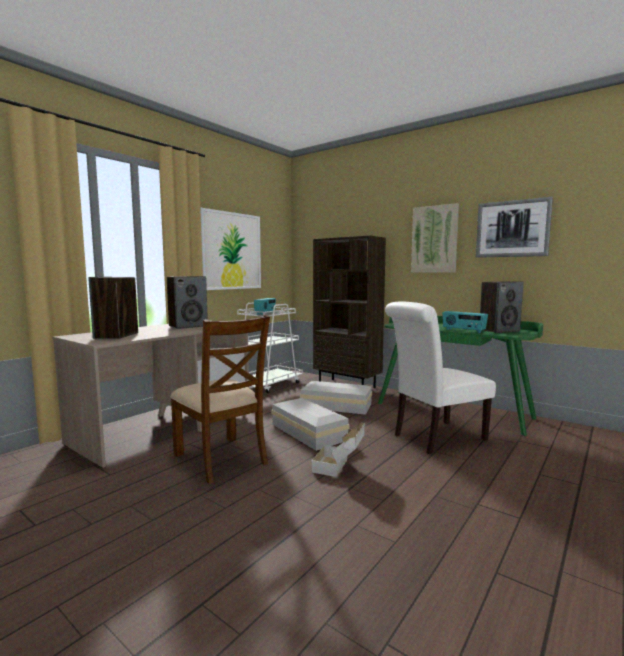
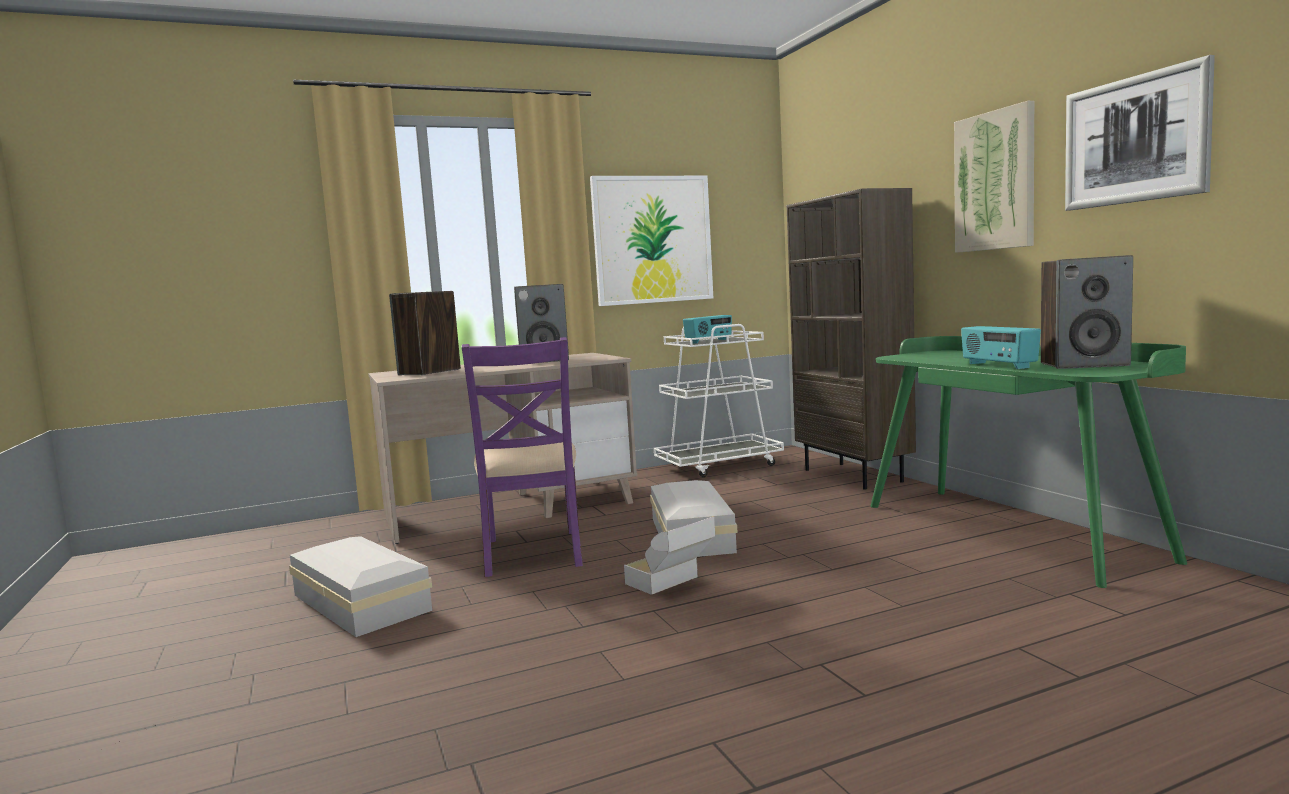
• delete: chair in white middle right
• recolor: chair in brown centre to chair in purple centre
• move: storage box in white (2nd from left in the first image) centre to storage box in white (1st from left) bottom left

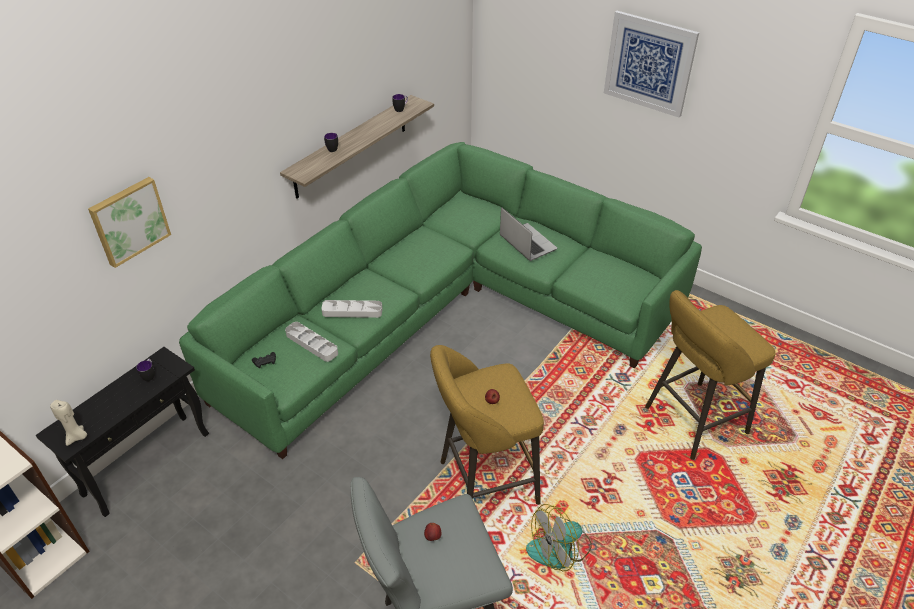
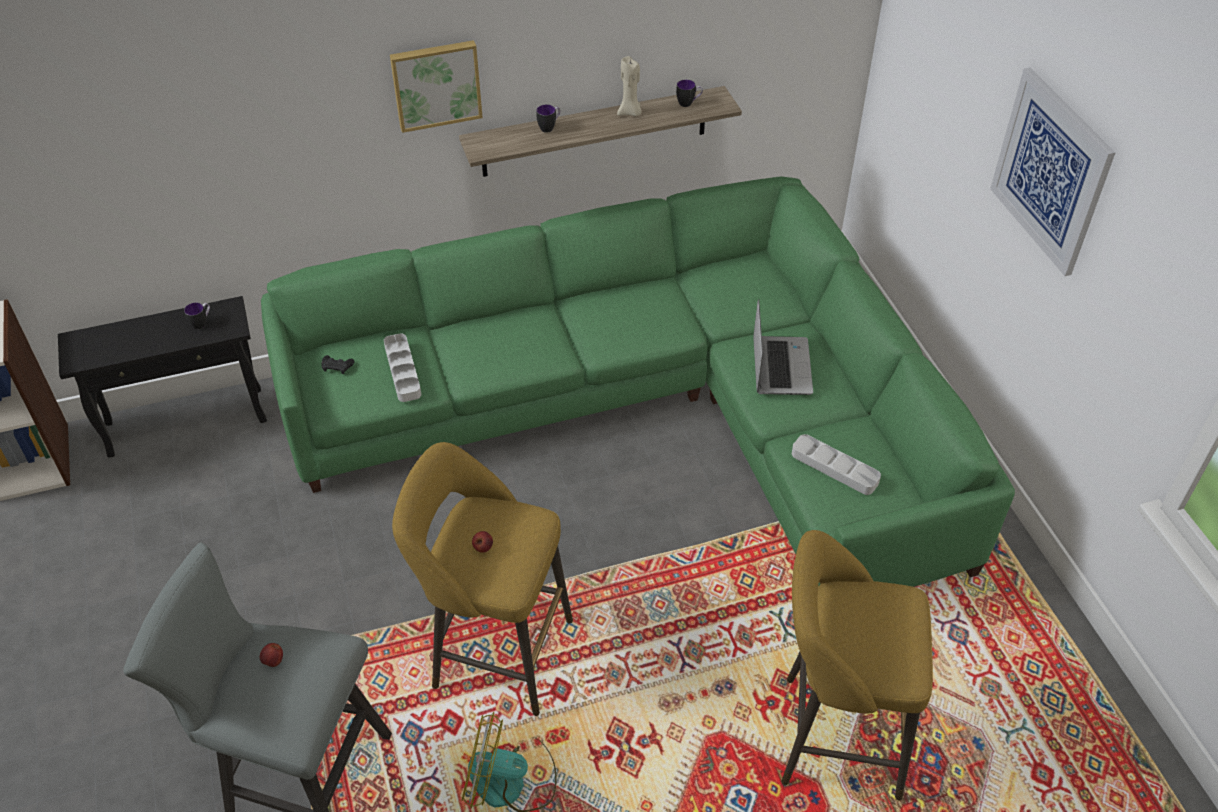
• move: picture (1st from left) middle left to top centre
• move: tray in grey (2nd from left) centre to middle right
• move: candle in beige bottom left to top centre

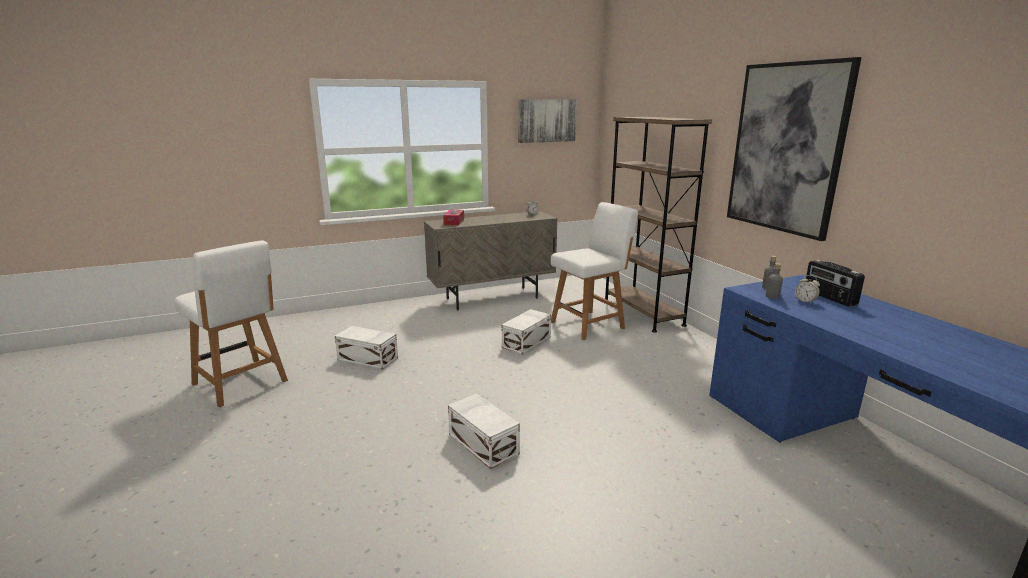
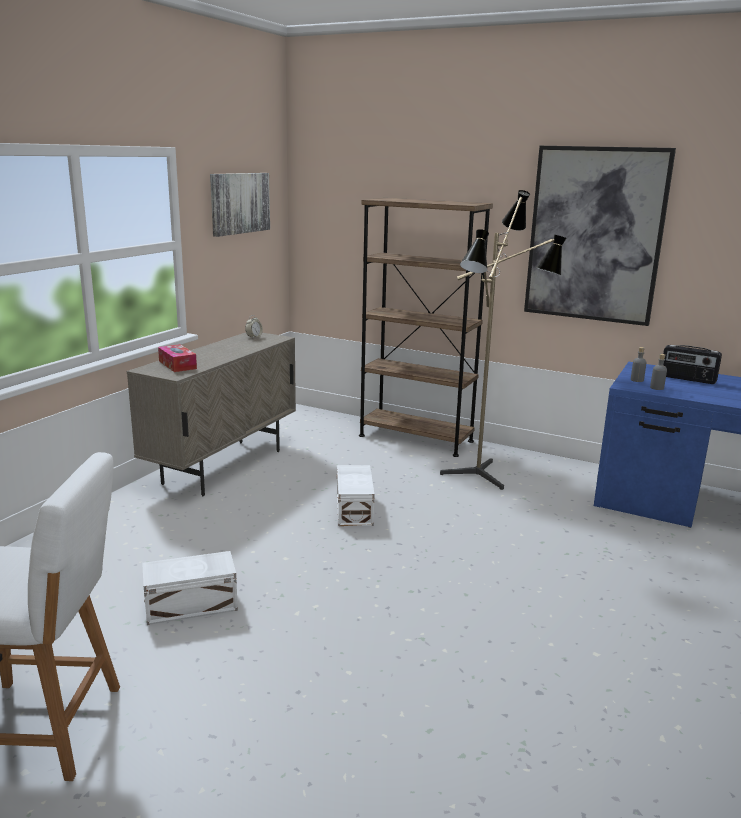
• delete: chair in white (2nd from left) centre
• delete: alarm clock (2nd from left) middle right
• delete: storage box in white (2nd from left) bottom centre
• insert: floor lamp middle right

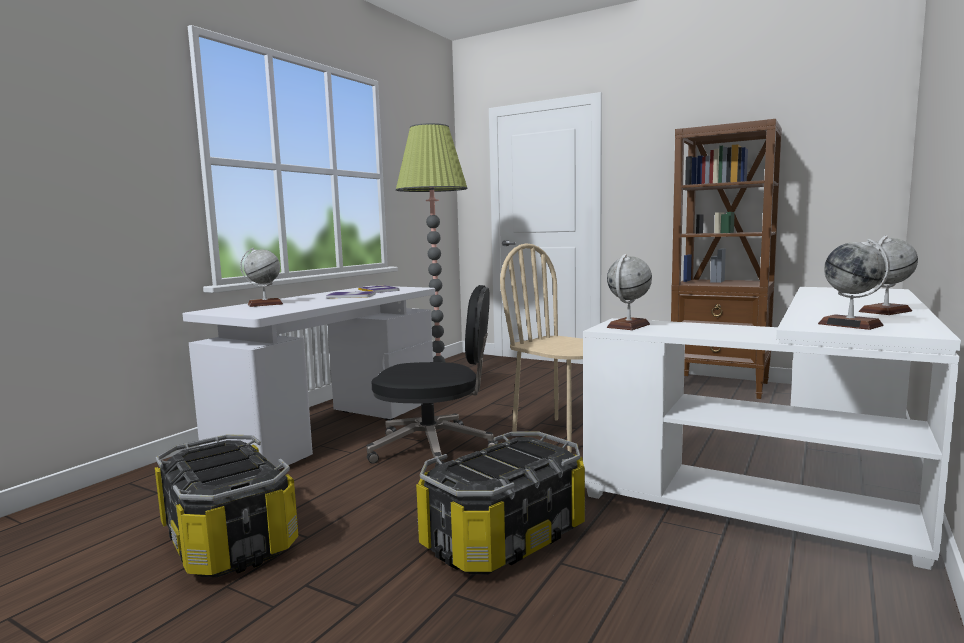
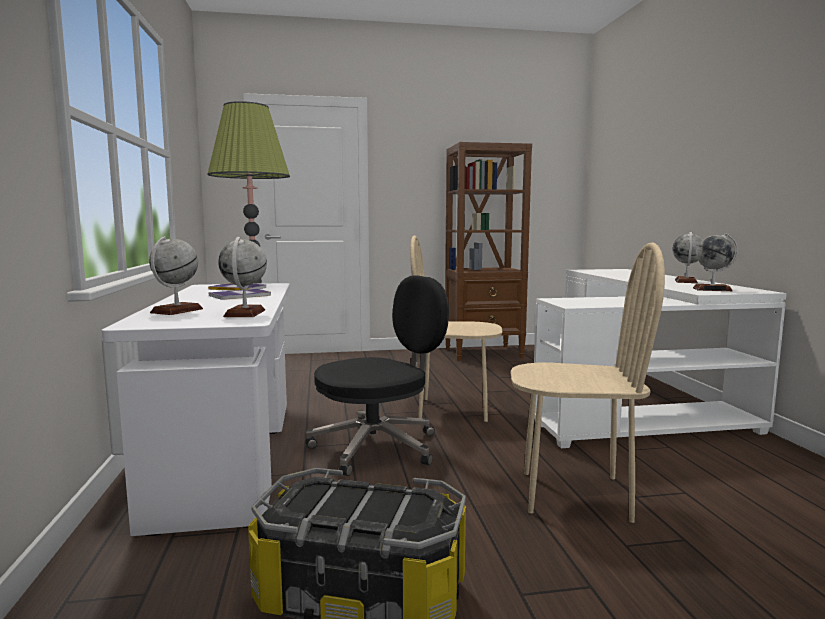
• move: globe (2nd from left) centre to middle left
• replace: storage box (2nd from left) bottom centre to chair in beige (2nd from left) middle right

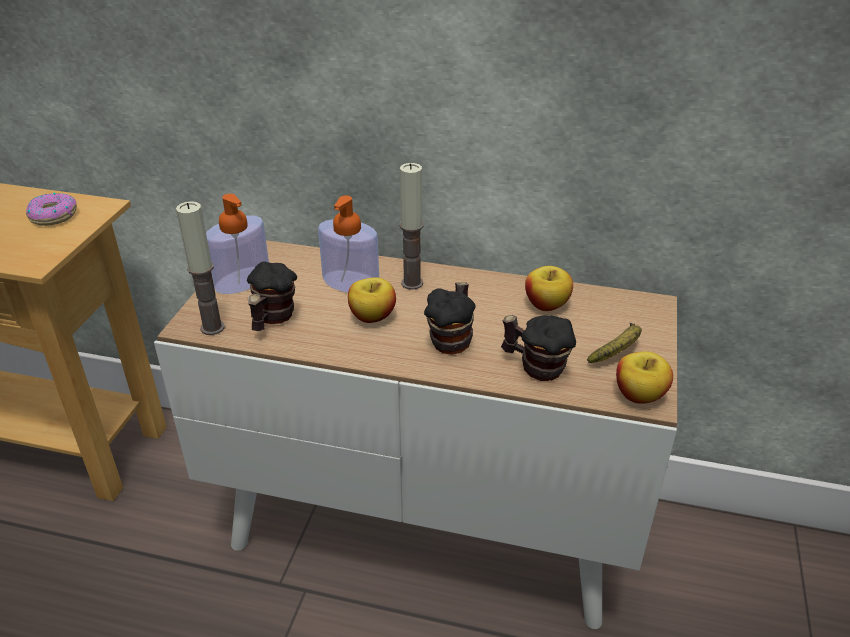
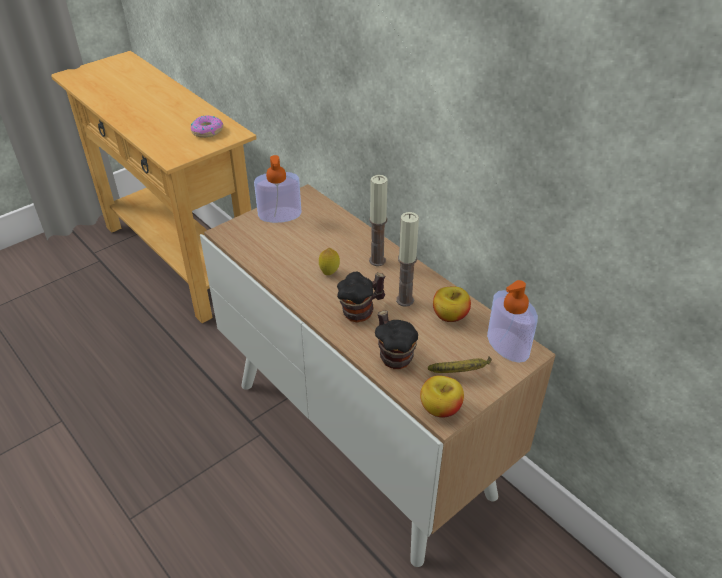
• move: soap dispenser (2nd from left) centre to middle right
• move: candle (1st from left in the first image) middle left to candle (2nd from left) centre
• delete: mug (1st from left) middle left
• replace: apple (1st from left) centre to lemon centre

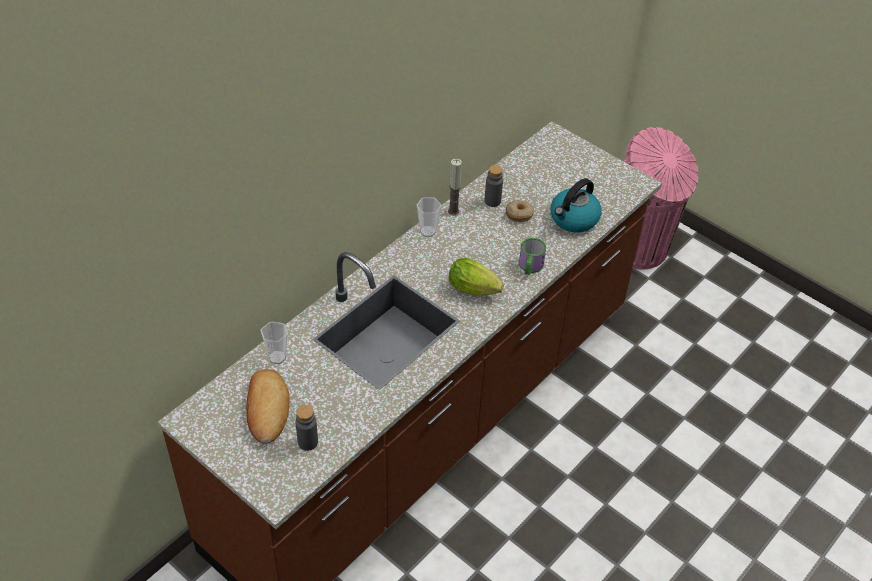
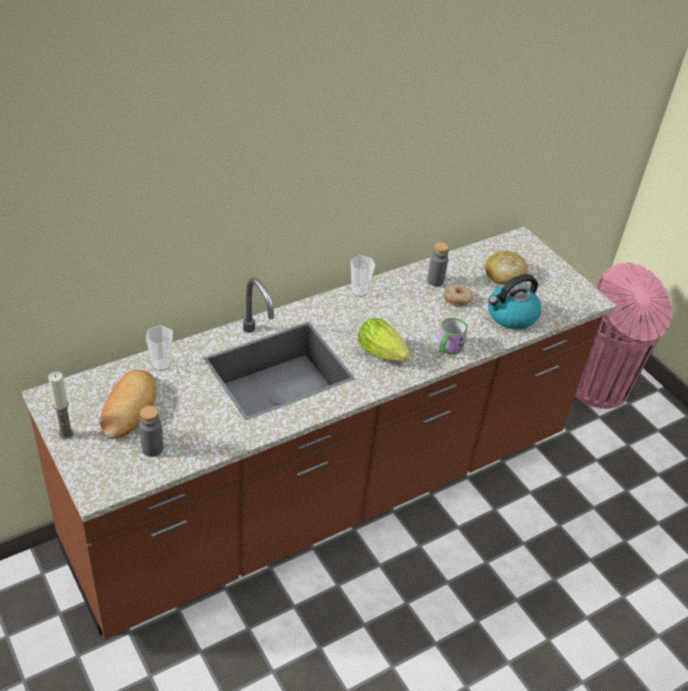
• move: candle top centre to middle left
• insert: bread (2nd from left) middle right

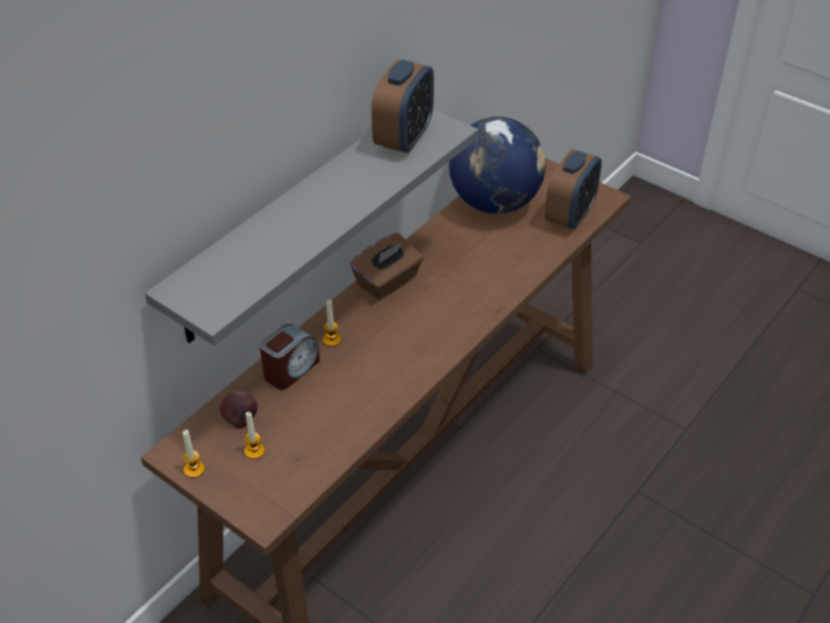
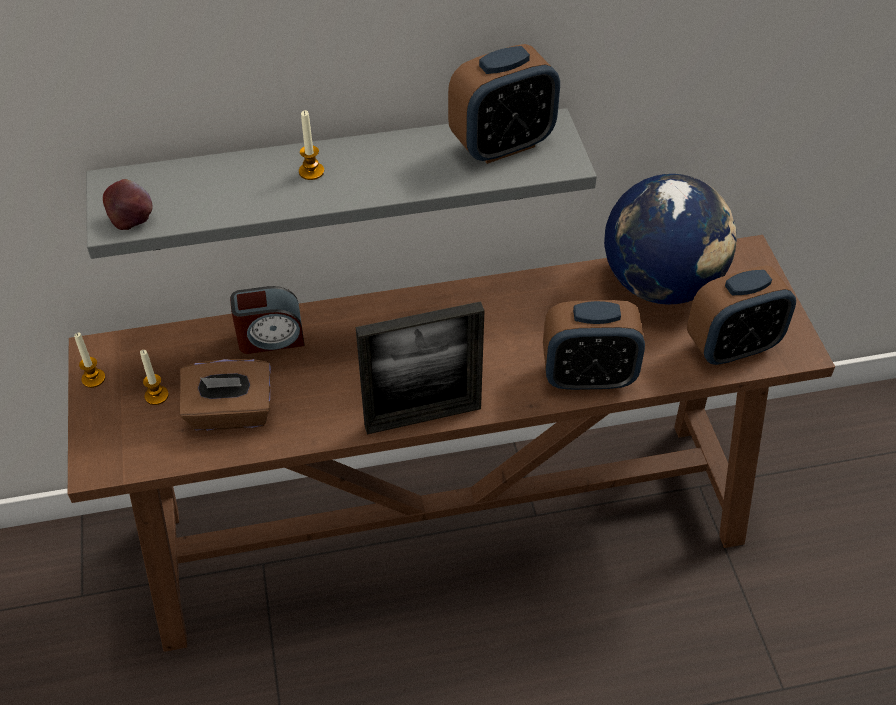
• move: tissue box in brown centre to middle left
• move: candle (3rd from left) centre to top centre
• move: apple middle left to top left
• insert: alarm clock (3rd from left) centre
• insert: picture frame centre

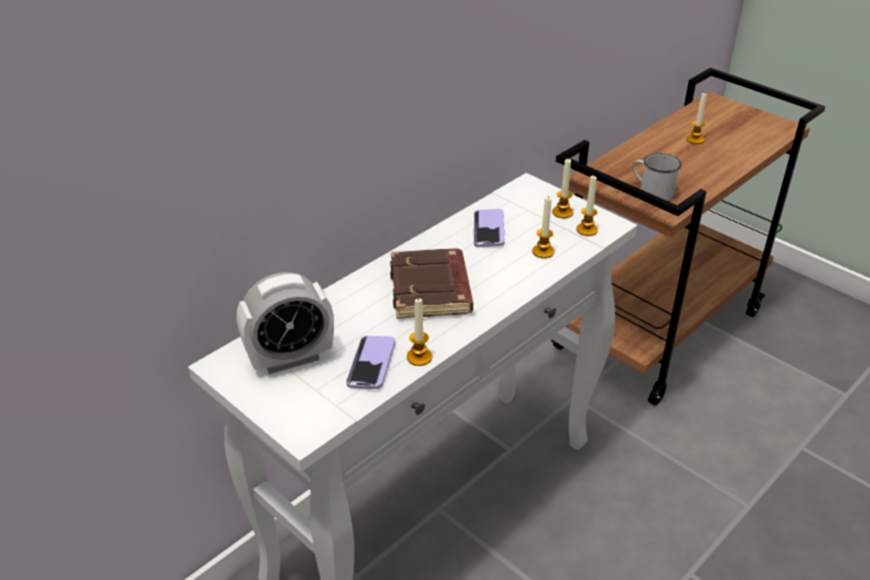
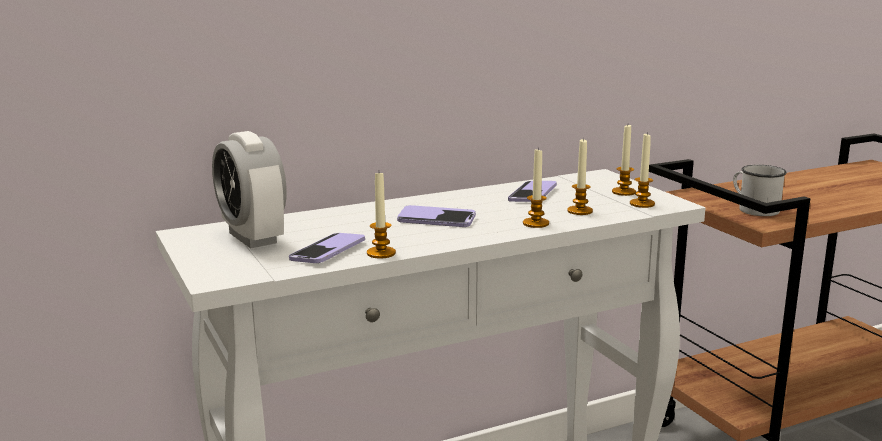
• move: candle (5th from left in the first image) top right to candle (2nd from left) centre
• replace: book in brown centre to phone (2nd from left) centre
• rotate: alarm clock middle left = middle left 60 degrees clockwise

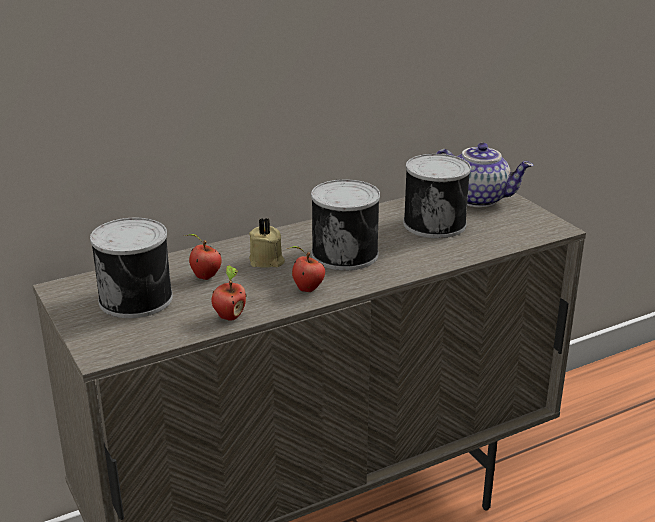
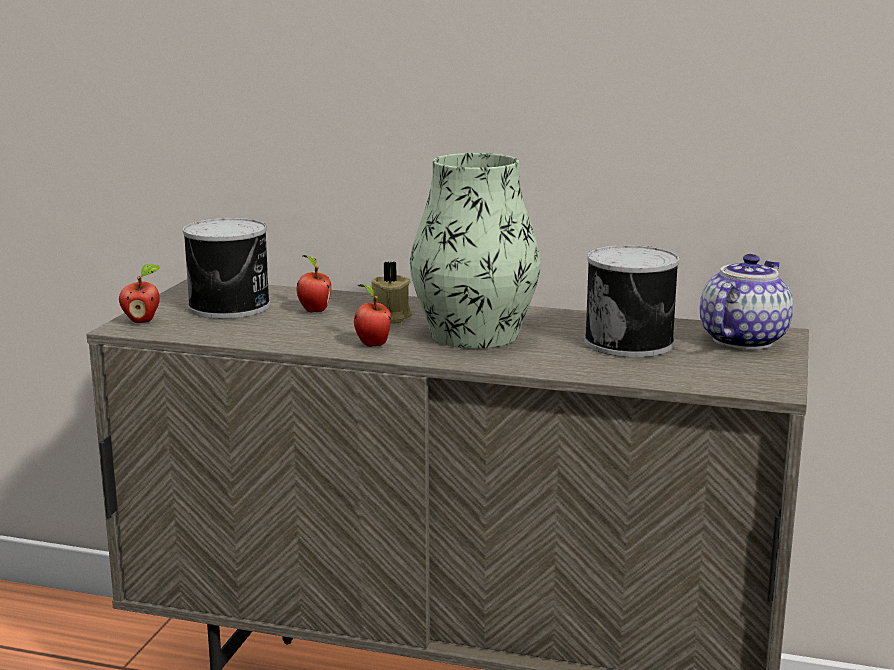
• rotate: teapot middle right = middle right 120 degrees counterclockwise
• replace: can (2nd from left) centre to vase centre
• move: apple (2nd from left in the first image) centre to apple (1st from left) middle left

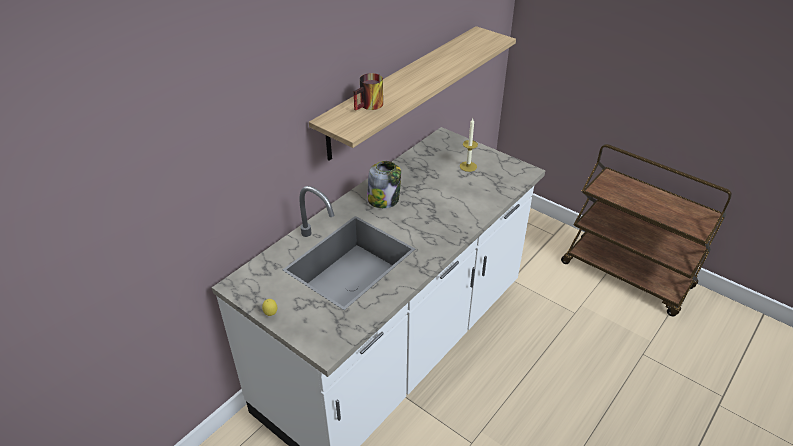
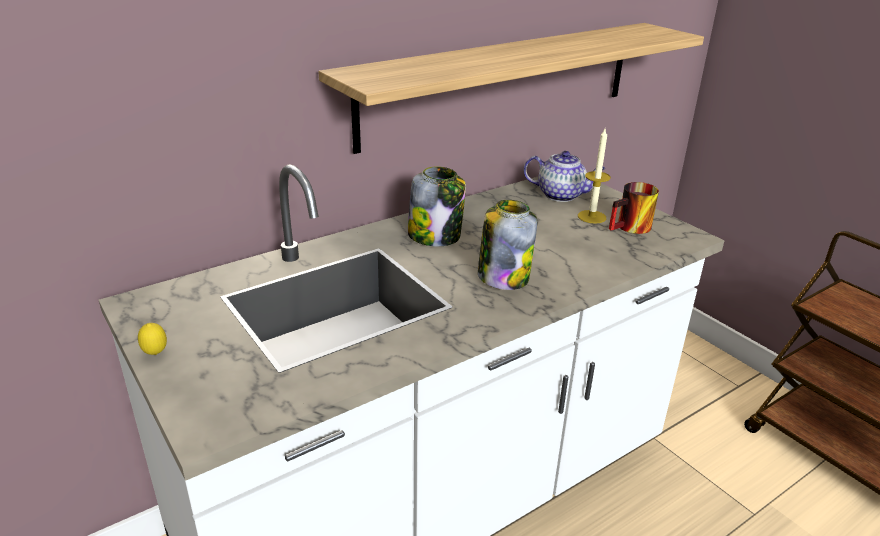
• move: mug top centre to middle right
• insert: teapot top centre
• insert: jar (2nd from left) centre

